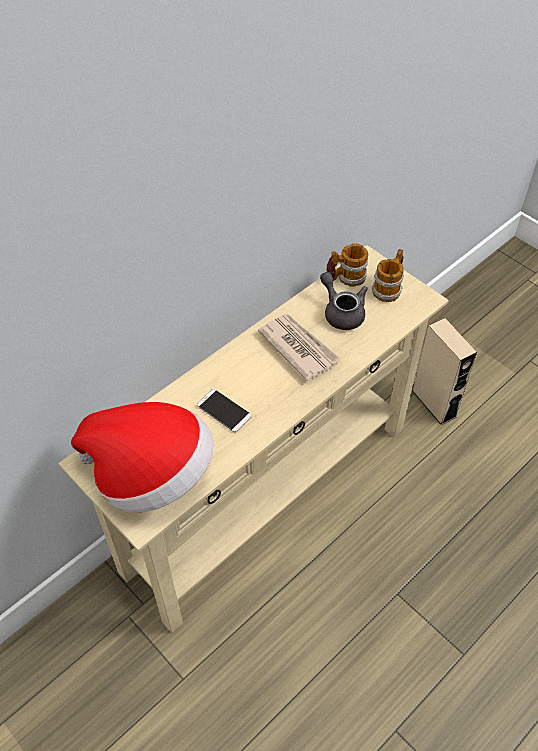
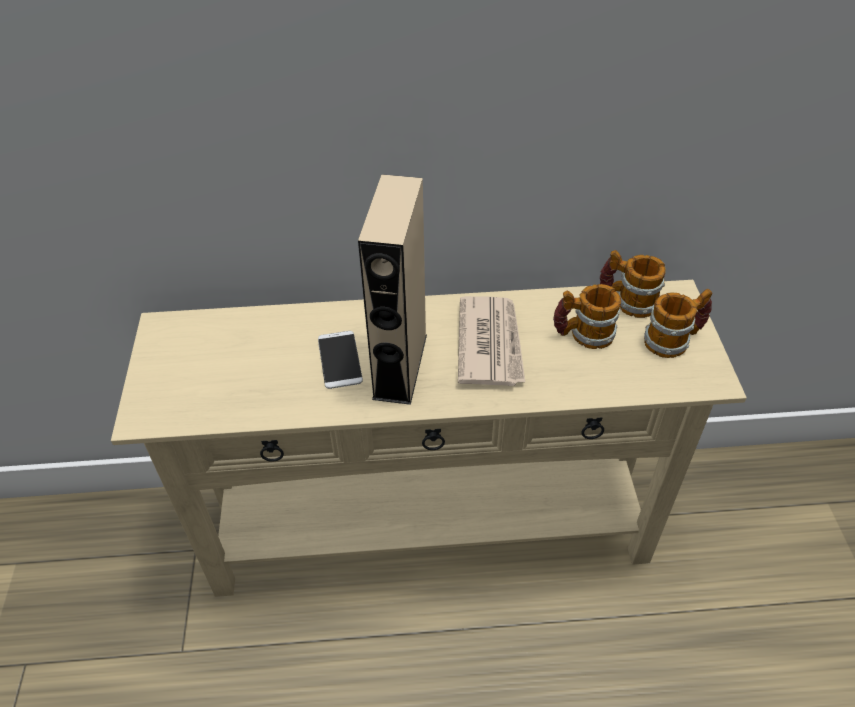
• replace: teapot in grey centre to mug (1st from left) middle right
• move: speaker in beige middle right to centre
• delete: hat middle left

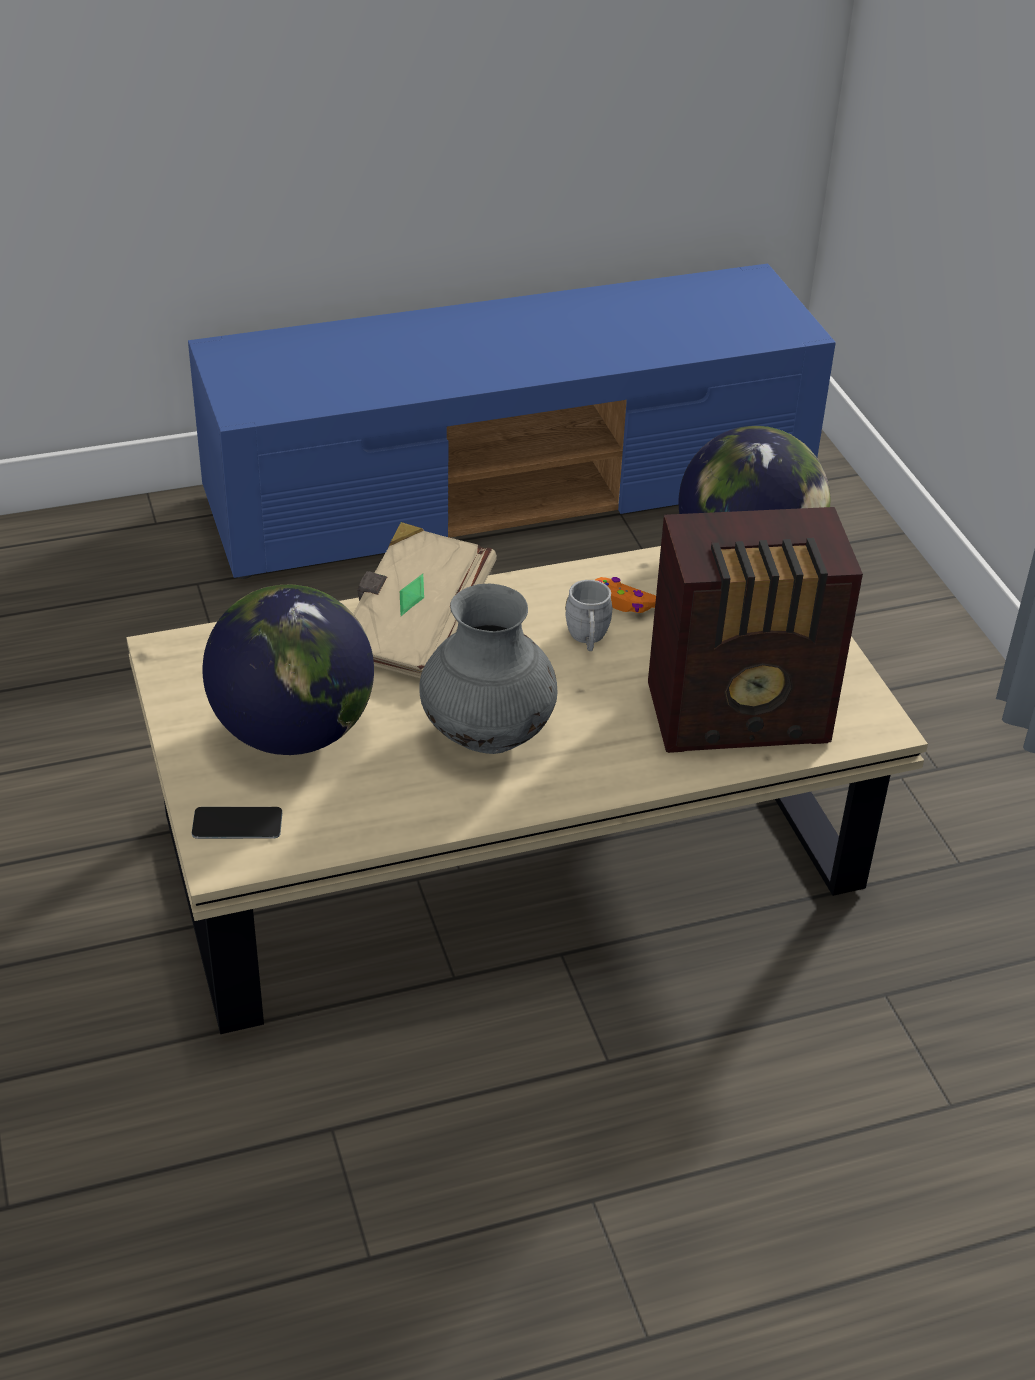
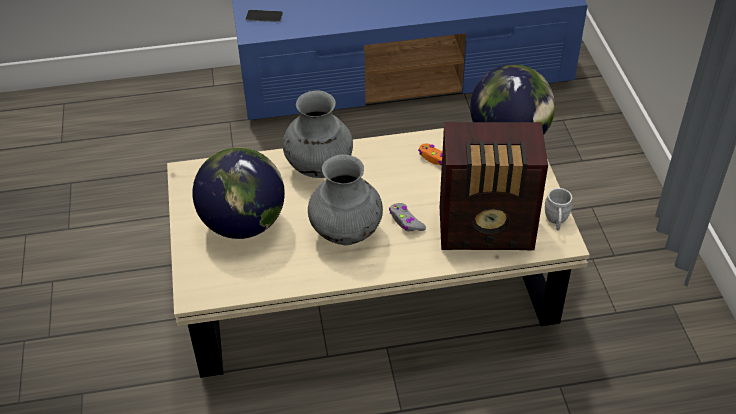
• replace: book in beige centre to vase in grey (1st from left) top centre
• move: mug in grey centre to middle right
• move: phone middle left to top centre
• insert: game controller in grey centre

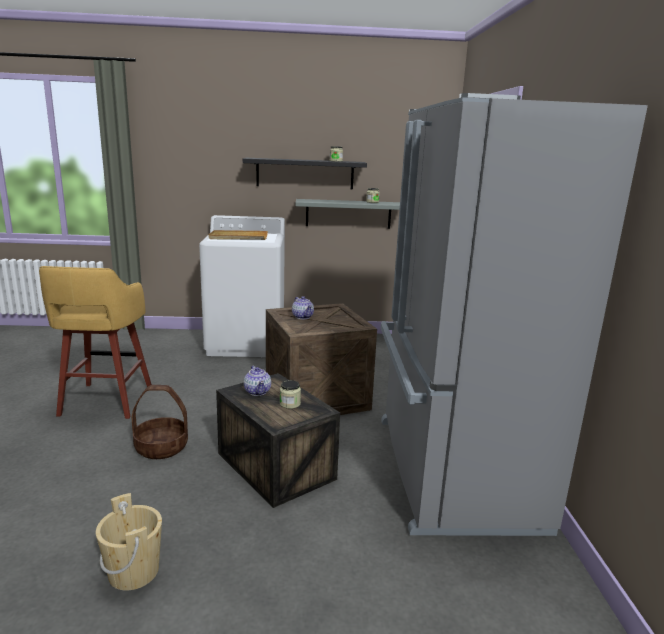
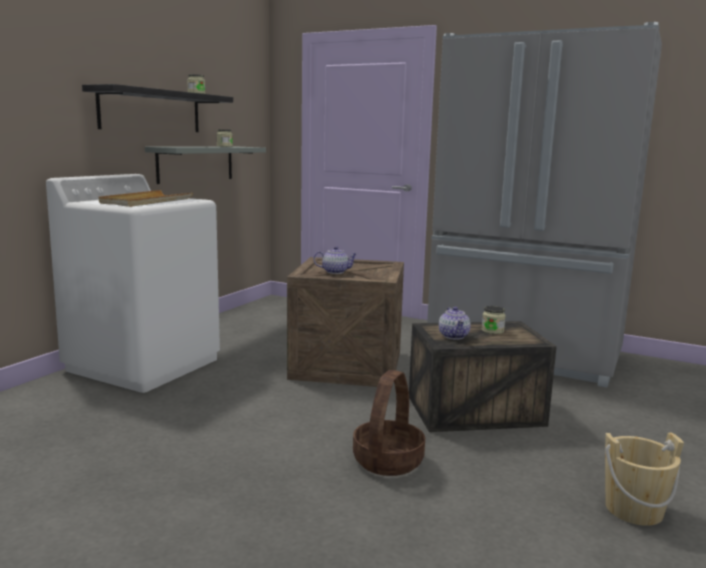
• delete: stool in yellow middle left
• rotate: teapot (1st from left in the first image) centre = centre 75 degrees clockwise

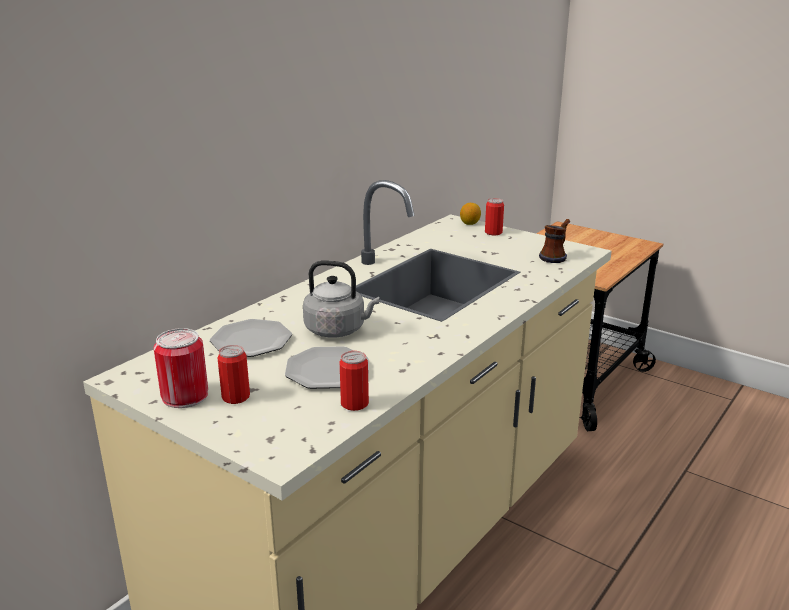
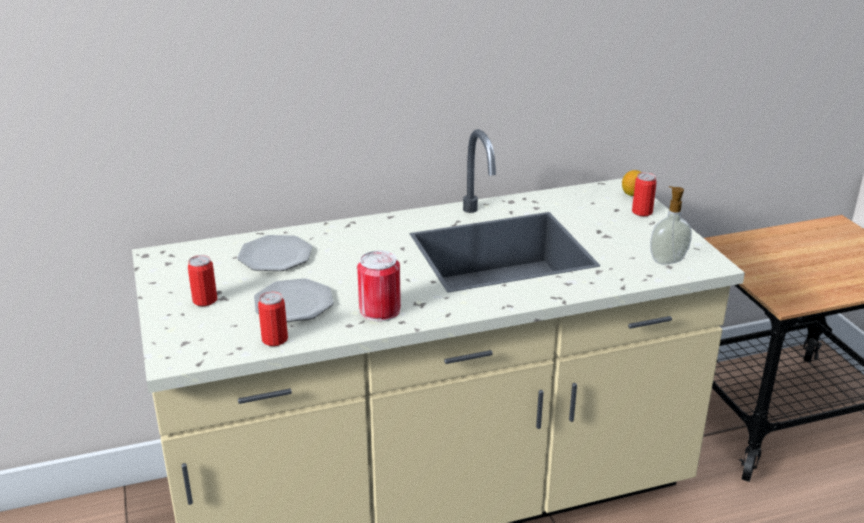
• replace: mug middle right to soap dispenser middle right
• delete: kettle in grey centre
• move: can (1st from left in the first image) middle left to can (3rd from left) centre

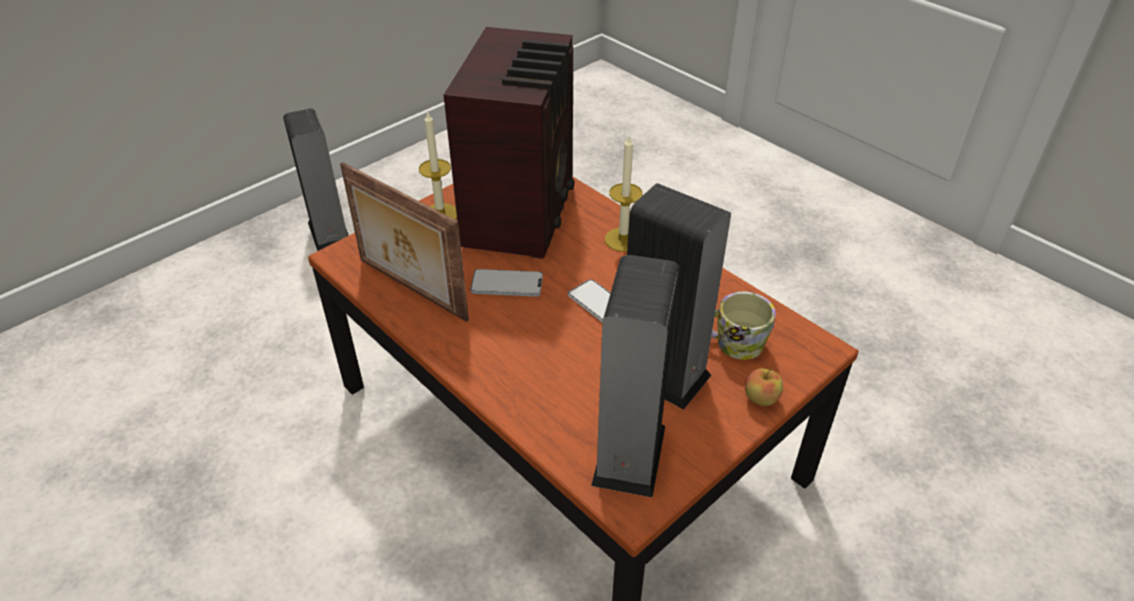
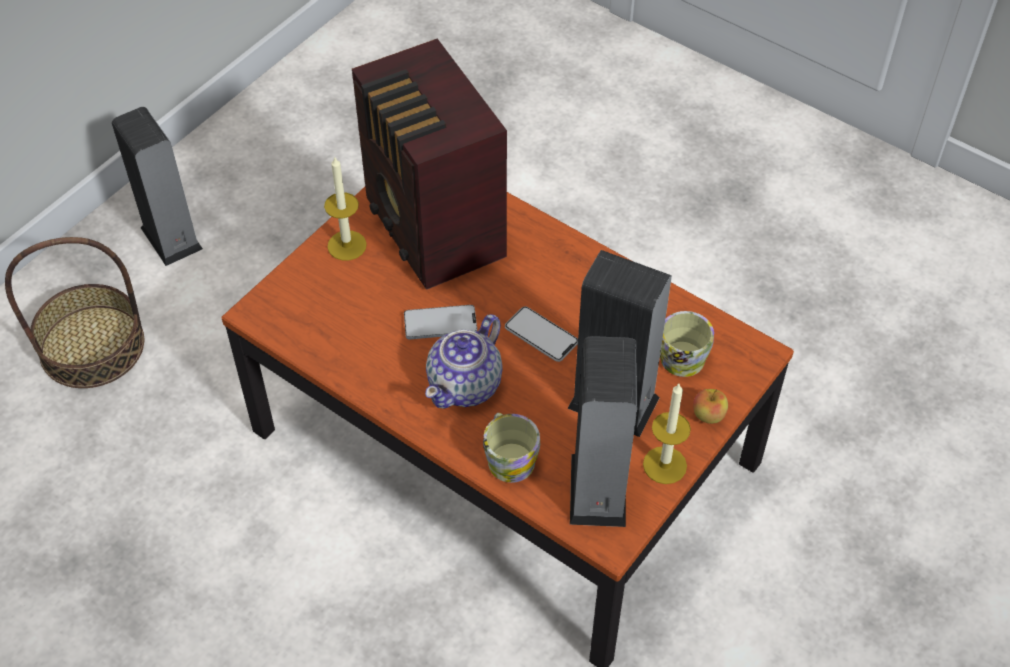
• rotate: radio top centre = top centre 150 degrees clockwise
• move: candle (2nd from left) top centre to centre
• delete: picture frame centre
• insert: basket middle left
• insert: teapot centre
• insert: mug (1st from left) bottom centre

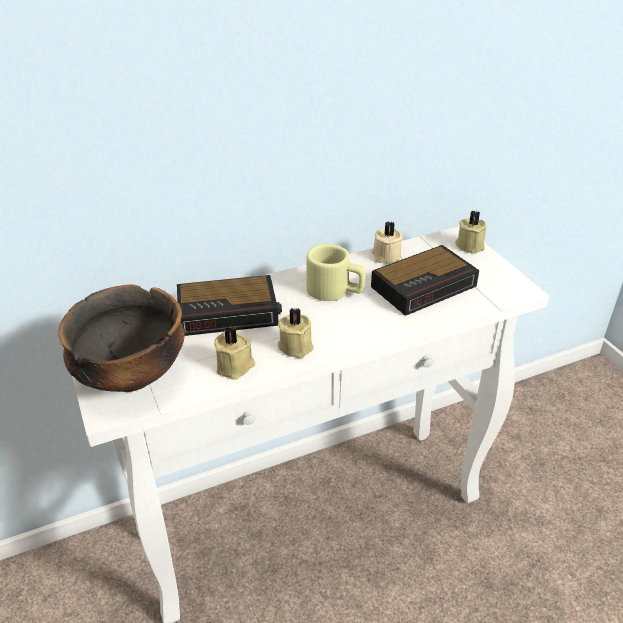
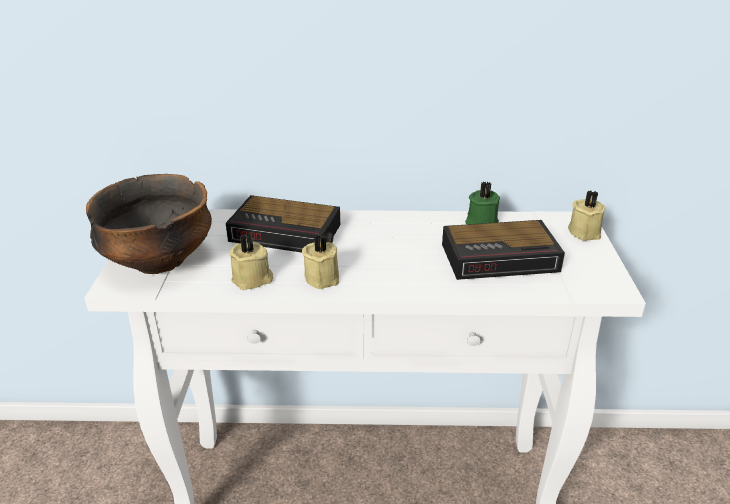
• recolor: candle in beige (3rd from left) centre to candle in green centre
• delete: mug in beige centre

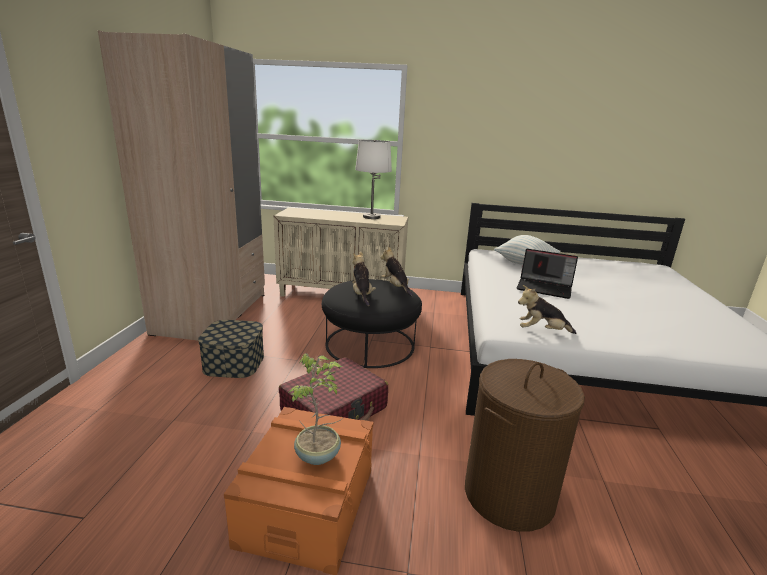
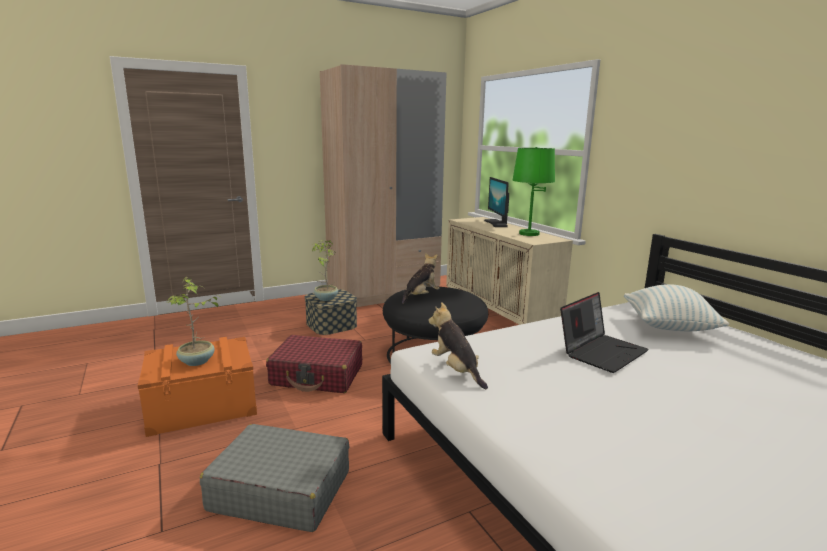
• recolor: table lamp in white top centre to table lamp in green centre
• delete: plush toy (2nd from left) centre
• rotate: laptop middle right = middle right 120 degrees counterclockwise
• replace: laundry basket in brown bottom right to suitcase in grey bottom left
• insert: monitor centre
• insert: potted plant (2nd from left) centre

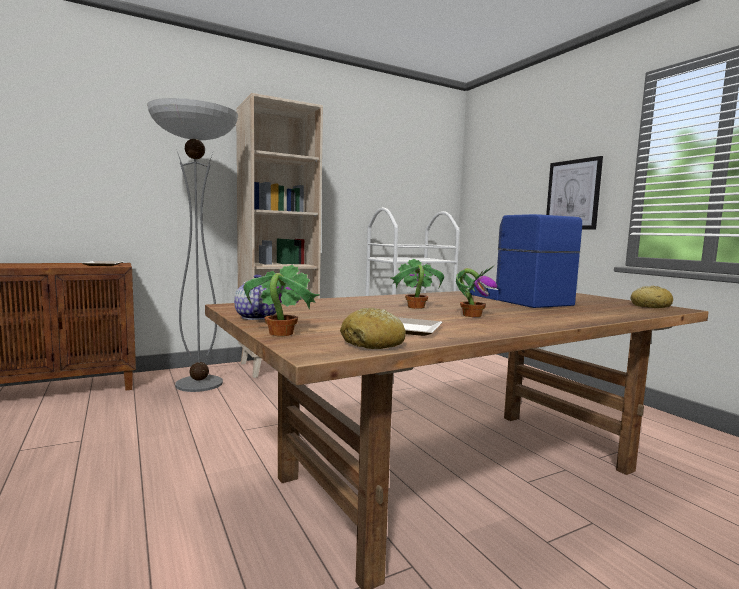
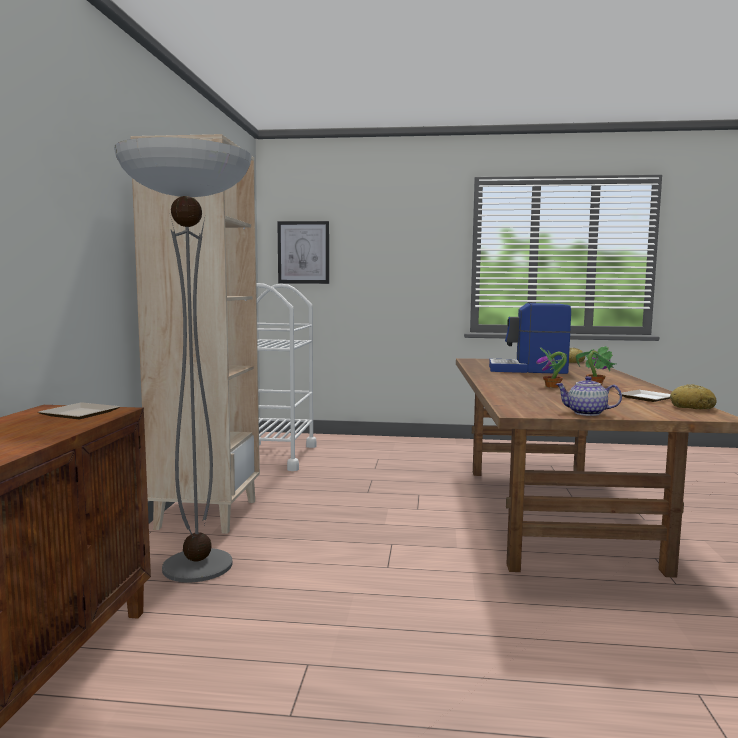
• move: picture top right to centre
• delete: potted plant (1st from left) centre

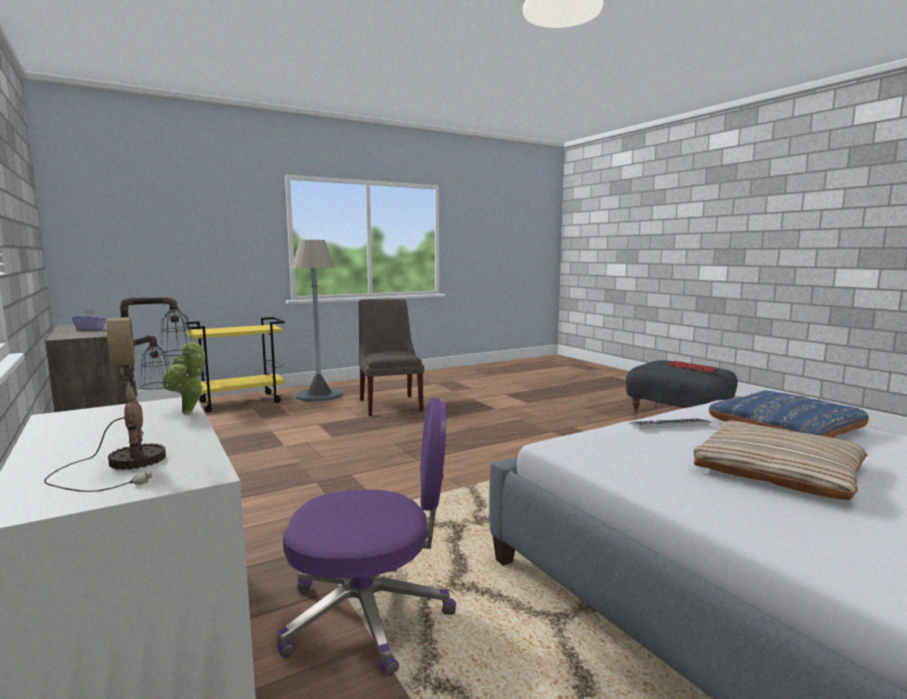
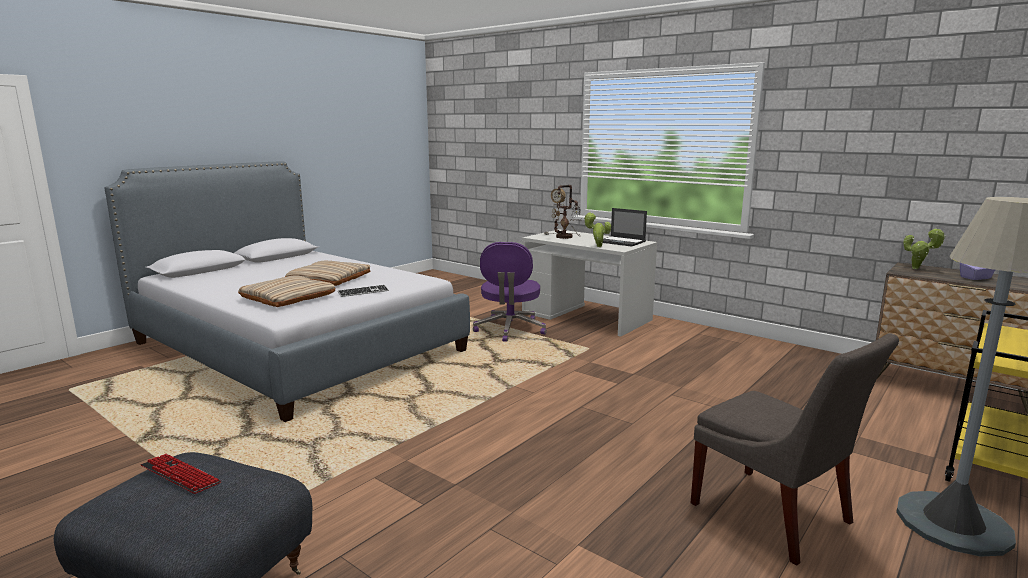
• recolor: pillow in blue middle right to pillow in beige (1st from left) middle left
• rotate: office chair in purple bottom centre = centre 60 degrees counterclockwise
• insert: laptop centre
• insert: potted plant (2nd from left) middle right

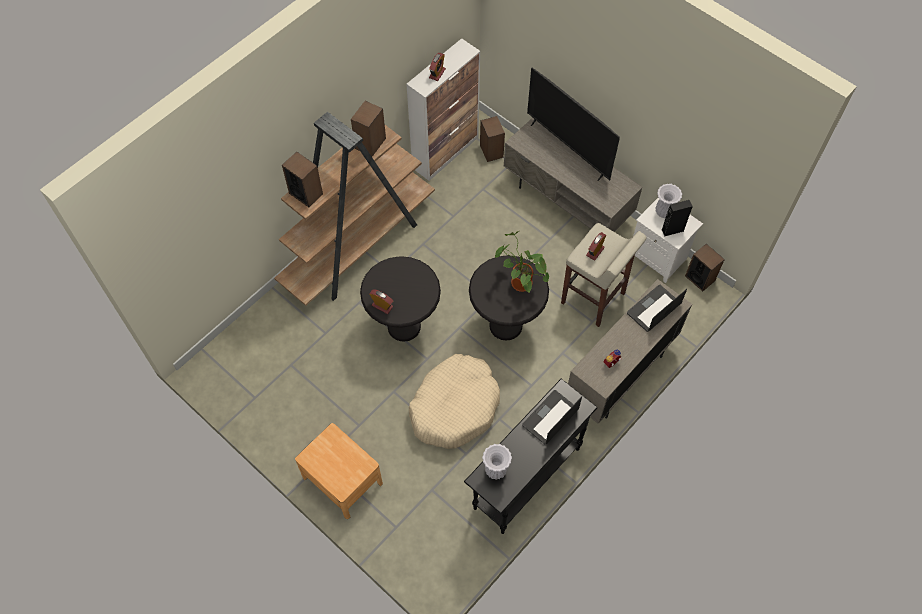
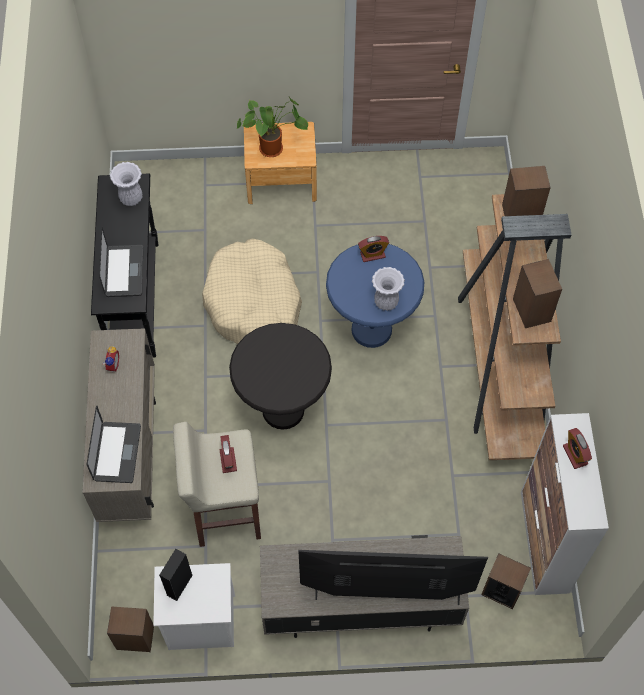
• move: vase in white (2nd from left) top right to centre
• move: potted plant centre to top centre
• recolor: side table in black (1st from left) centre to side table in blue centre

